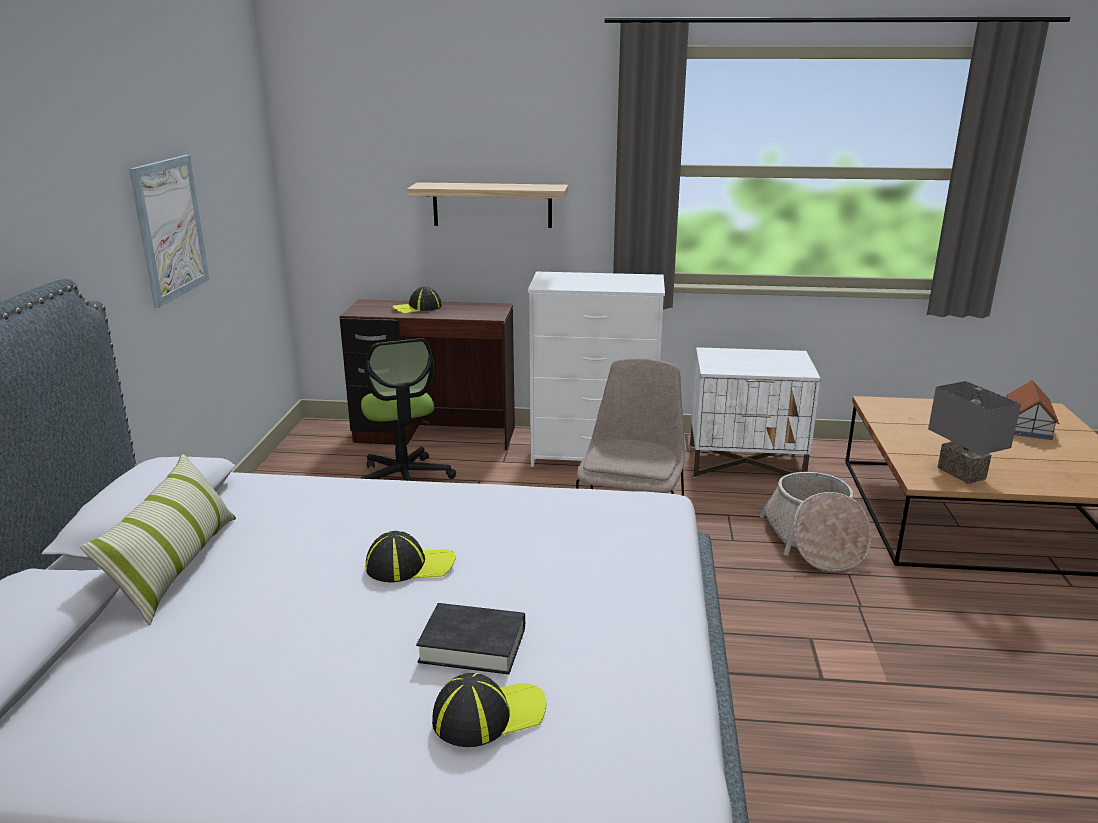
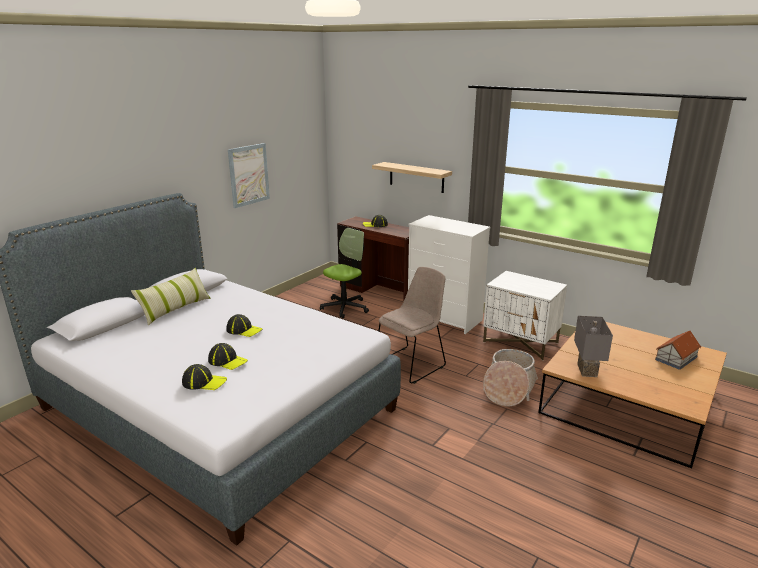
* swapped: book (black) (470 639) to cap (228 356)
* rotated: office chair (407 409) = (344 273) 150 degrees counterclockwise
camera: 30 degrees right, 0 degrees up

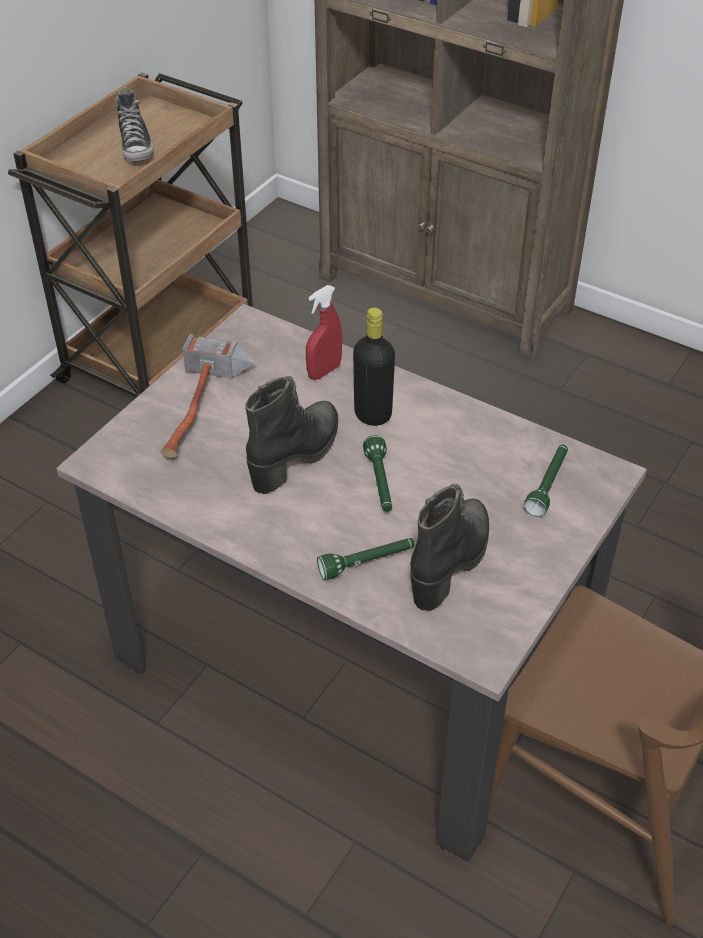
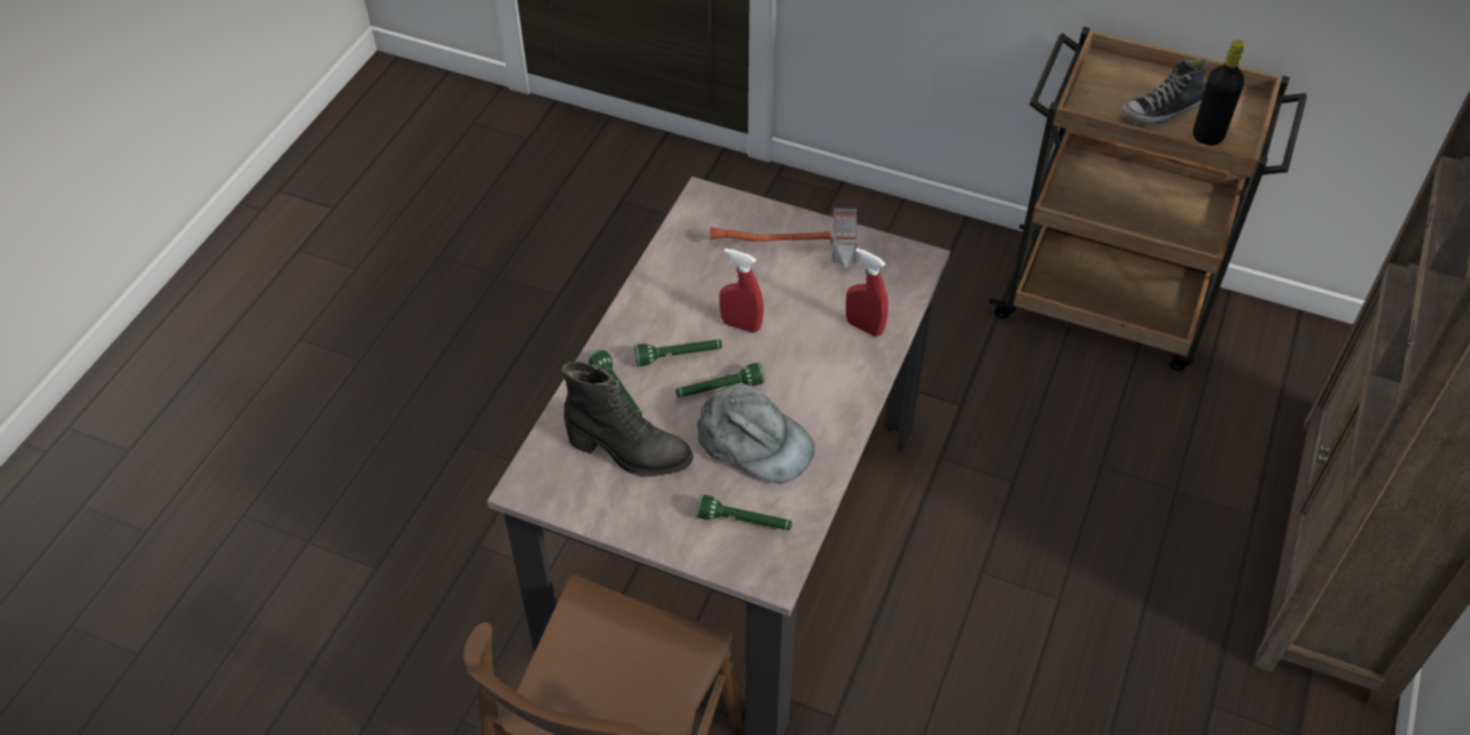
* new: flashlight (green) (678 352)
* new: cap (grey) (756 433)
* shifted: bottle (black) (374 366) to (1219 93)
* swapped: boot (black) (291 435) to spray bottle (red) (741 290)
camera: 80 degrees right, 5 degrees up

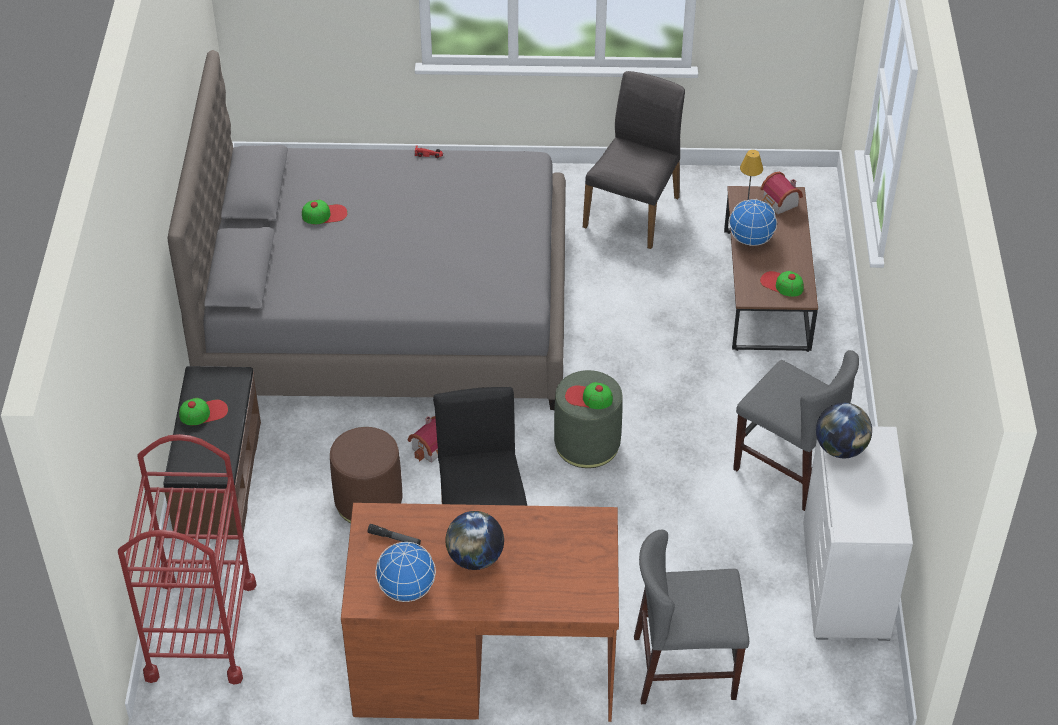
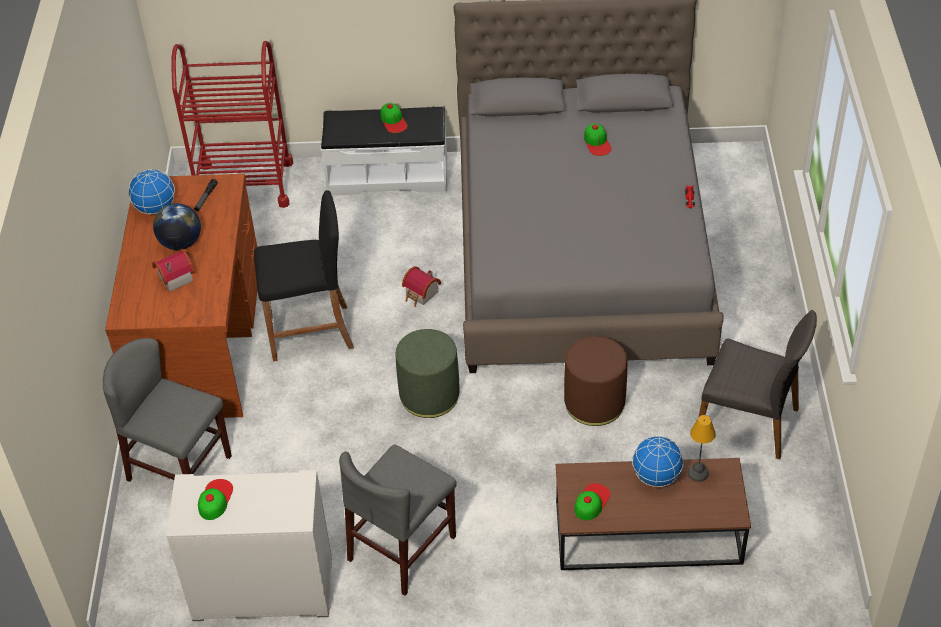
* gone: globe (844 430)
* shifted: ottoman (brown) (366 475) to (595 381)
* shifted: cap (589 395) to (215 499)
* shifted: toy house (782 193) to (173 270)
* repainted: bench (brown) (212 453) to bench (white) (384 151)
* rotated: chair (grey) (691 617) = (167 410) 60 degrees counterclockwise
camera: 90 degrees right, 0 degrees up

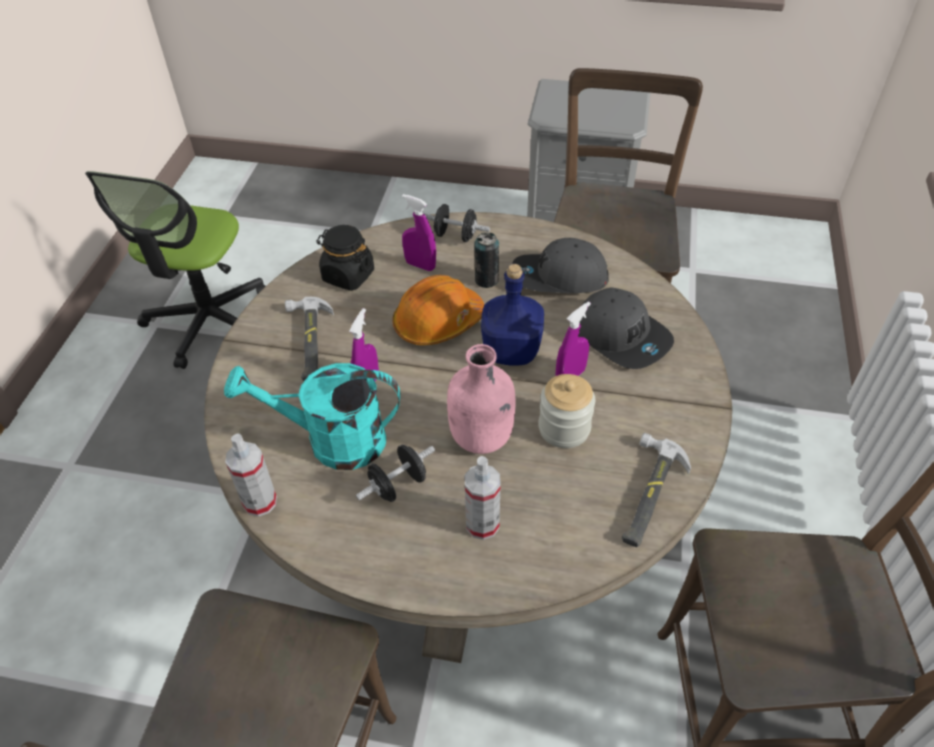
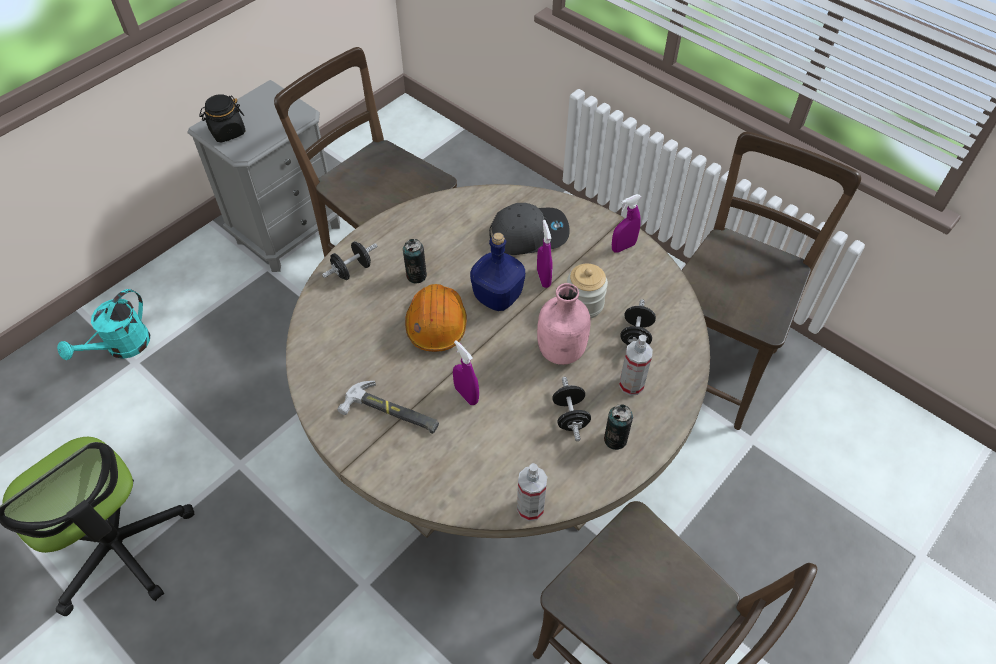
* gone: cap (grey) (560 265)
* gone: hammer (656 490)
* new: can (618 427)
* new: dumbbell (black) (638 322)
* shifted: watering can (turquoise) (312 416) to (103 324)
* shifted: jar (black) (345 258) to (222 118)
* shifted: spray bottle (purple) (419 232) to (626 223)
camera: 60 degrees left, 5 degrees up

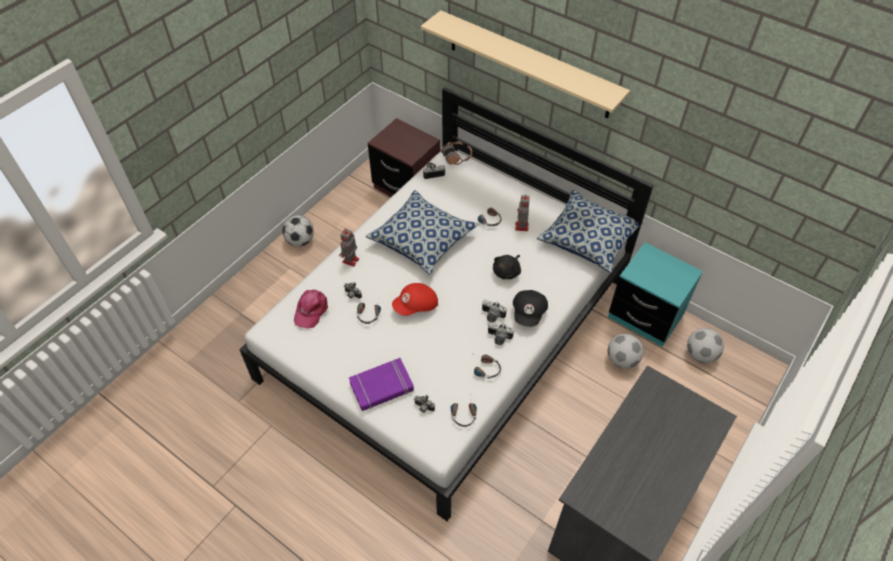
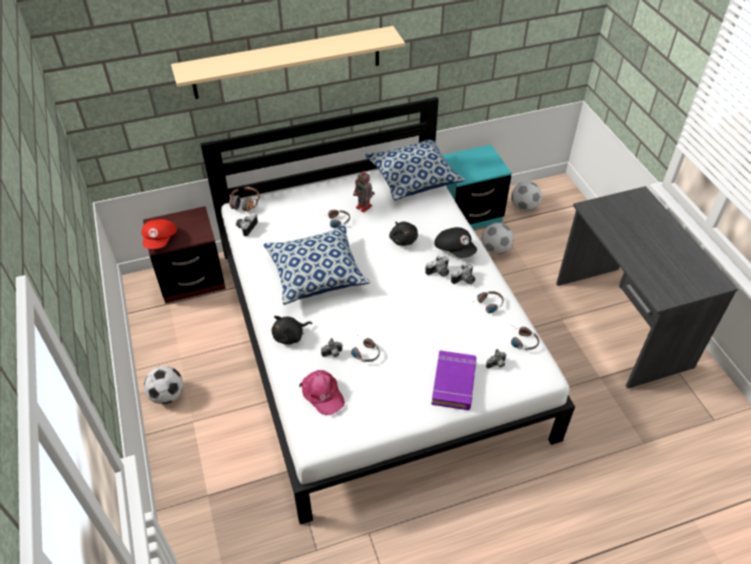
* shifted: cap (red) (415 299) to (159 234)
* swapped: toy robot (349 247) to plush toy (black) (292 330)
camera: 55 degrees left, 5 degrees down

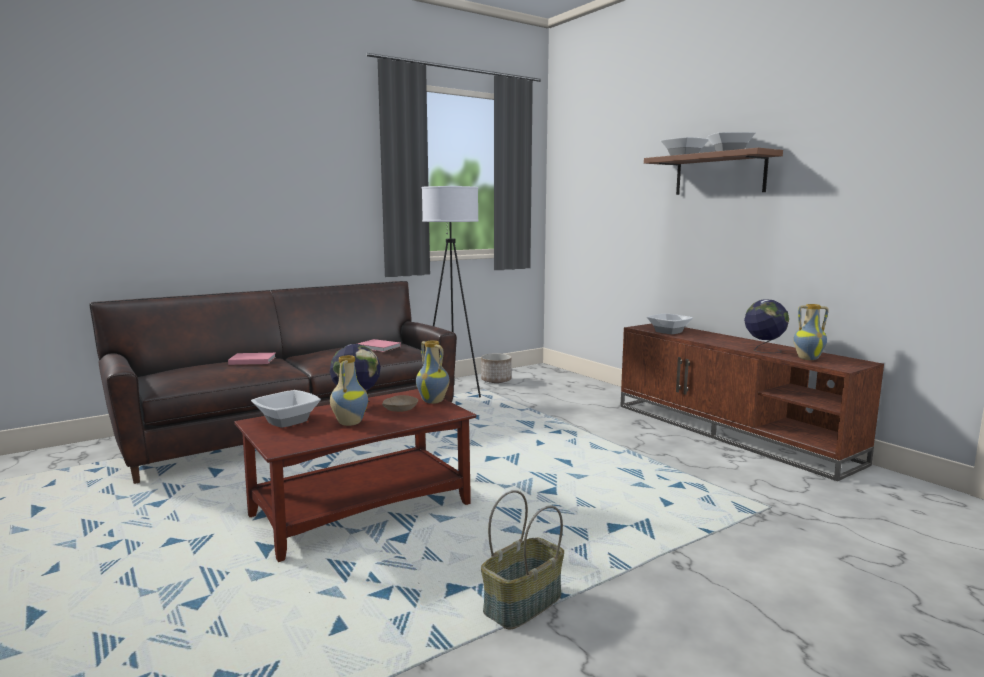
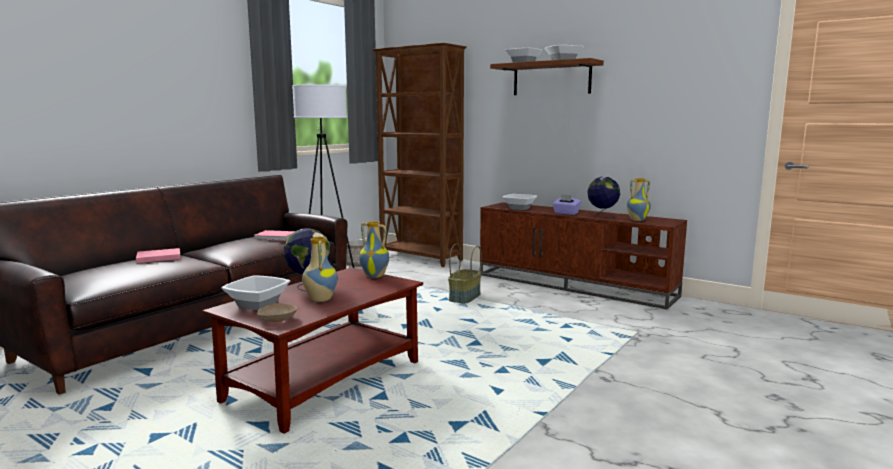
* new: bookcase (brown) (419 155)
* new: tissue box (purple) (567 204)
* shifted: bowl (beige) (400 403) to (277 312)
* shifted: basket (522 560) to (465 274)
camera: 20 degrees left, 0 degrees up

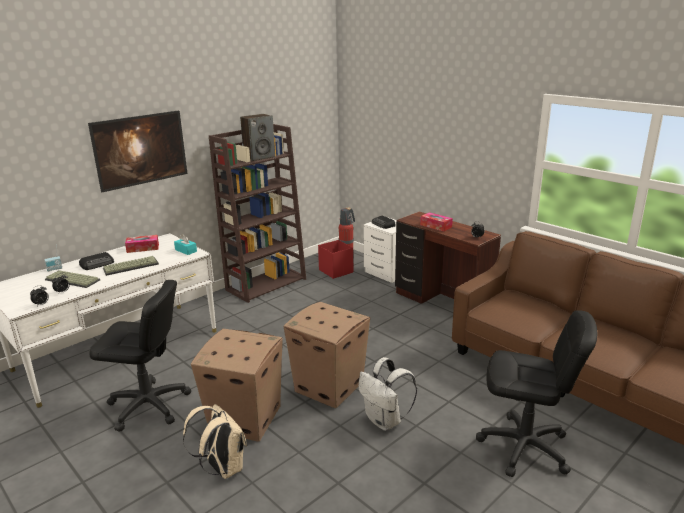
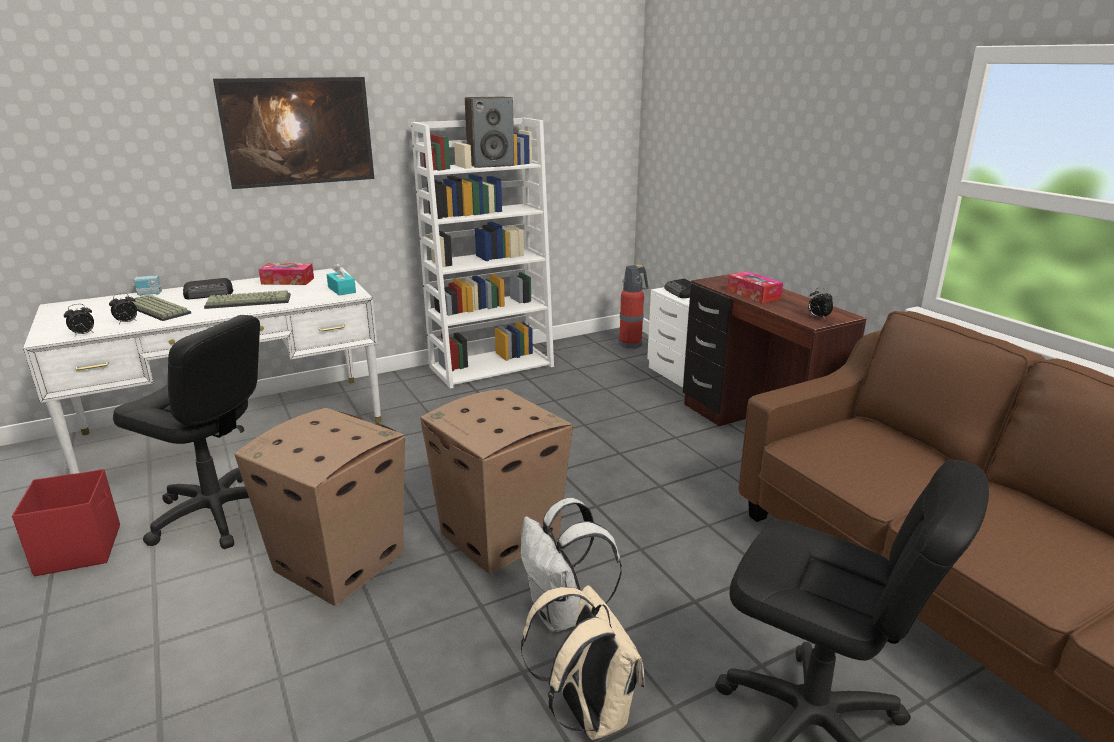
* shifted: backpack (beige) (215 441) to (582 662)
* shifted: storage box (red) (335 259) to (66 522)
* repainted: bookcase (brown) (257 213) to bookcase (white) (482 253)
camera: 15 degrees right, 0 degrees up

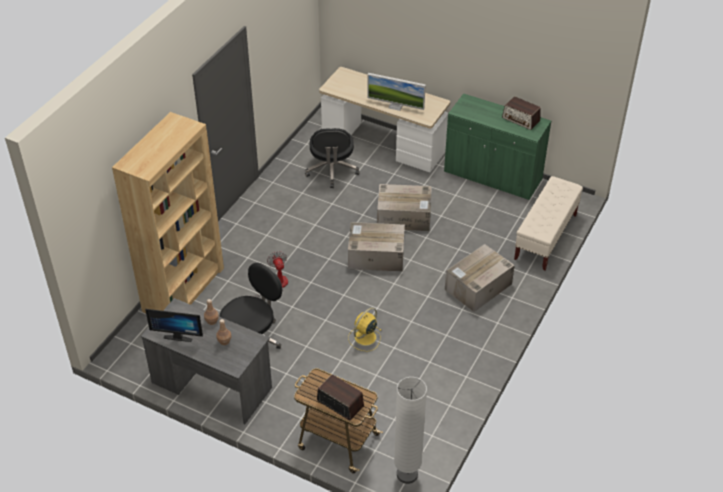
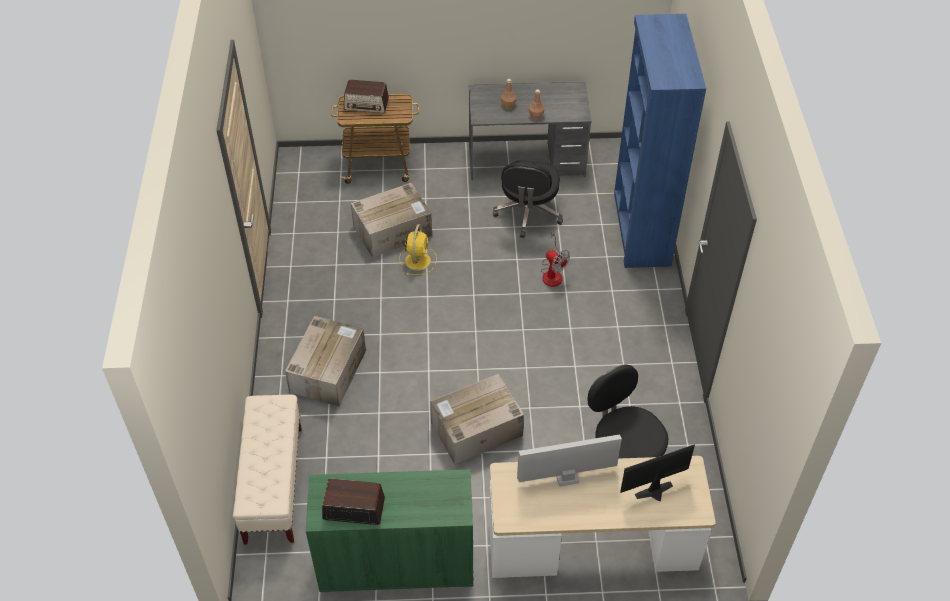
* gone: floor lamp (white) (410 430)
* shifted: monitor (174 325) to (657 473)
* shifted: cardboard box (376 247) to (391 220)
* repainted: bookcase (brown) (168 212) to bookcase (blue) (660 141)
camera: 150 degrees right, 5 degrees up

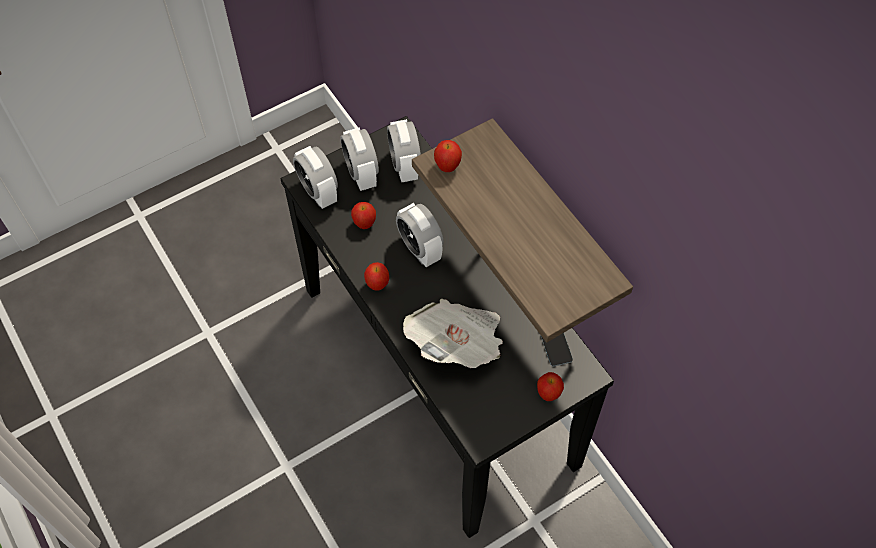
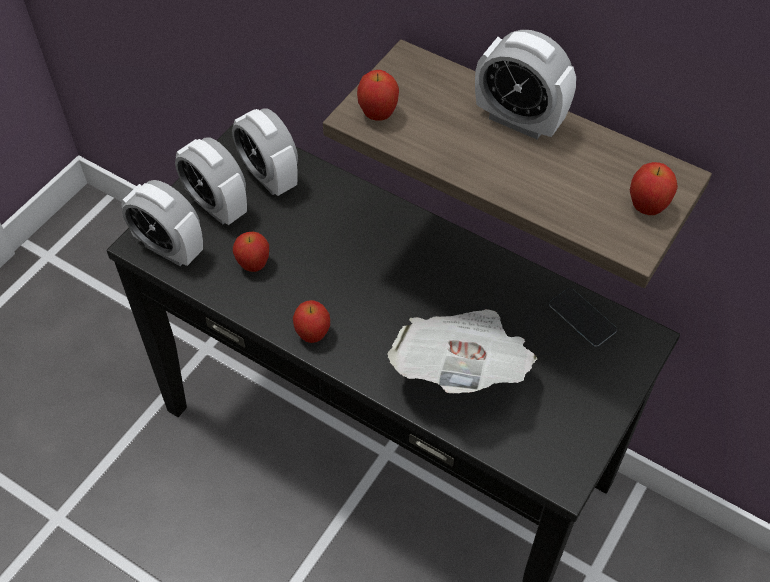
* shifted: alarm clock (420 235) to (525 84)
* shifted: apple (550 386) to (654 188)
camera: 25 degrees left, 5 degrees down

